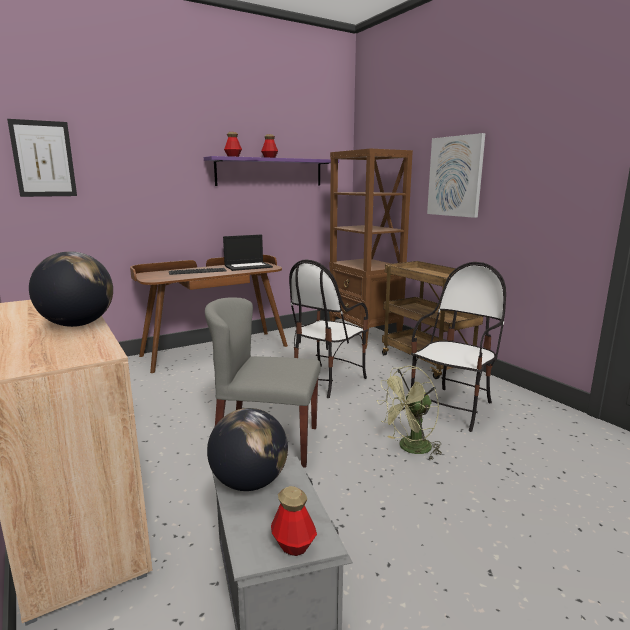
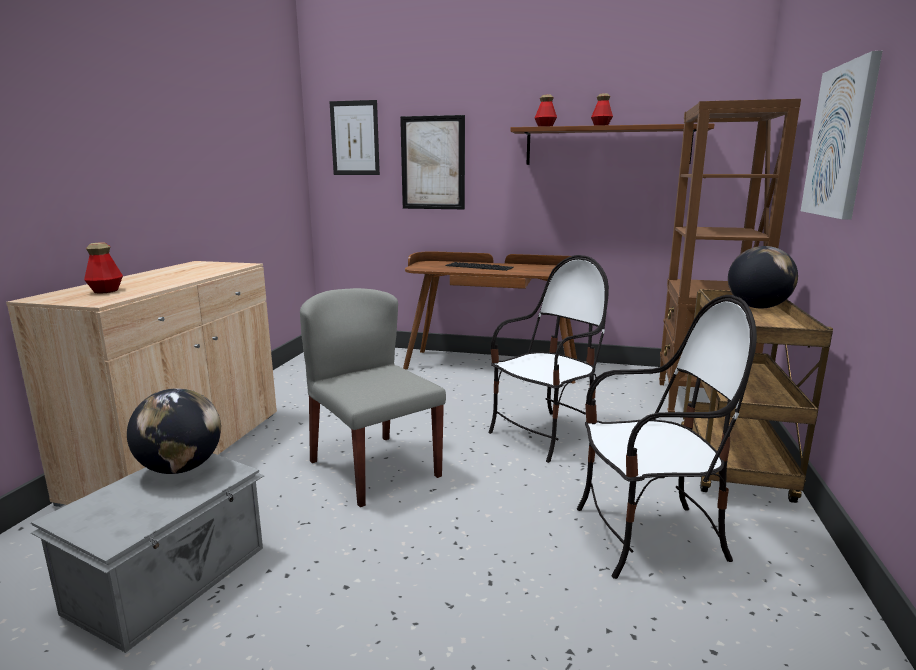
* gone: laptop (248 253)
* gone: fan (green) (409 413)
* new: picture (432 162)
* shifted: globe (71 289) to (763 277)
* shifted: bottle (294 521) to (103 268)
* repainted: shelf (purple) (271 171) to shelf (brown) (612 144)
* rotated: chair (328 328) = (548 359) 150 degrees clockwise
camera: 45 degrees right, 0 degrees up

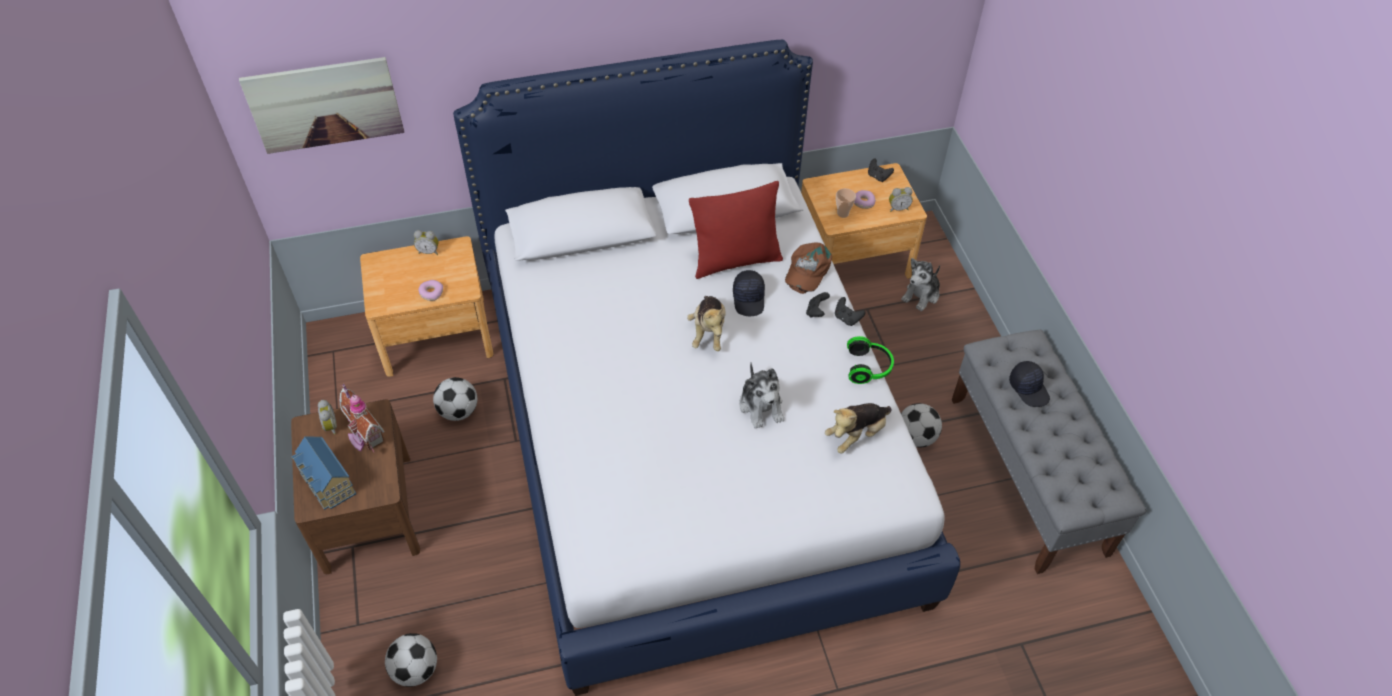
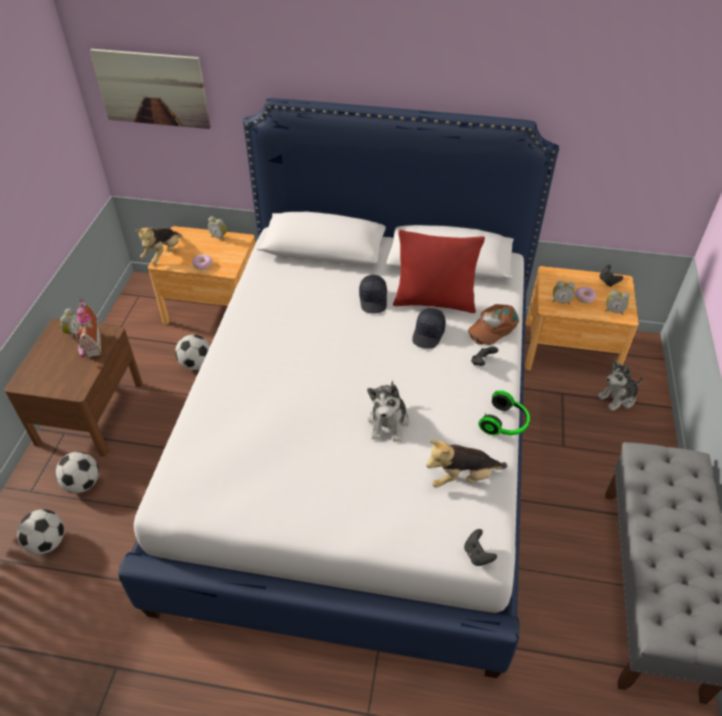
* gone: toy house (323 473)
* shifted: plush toy (706 323) to (158 245)
* shifted: game controller (black) (850 311) to (480 547)
* shifted: football (921 425) to (77 472)
* shifted: cap (black) (1029 384) to (373 294)
* swapped: cup (846 203) to alarm clock (563 293)
camera: 25 degrees right, 5 degrees down

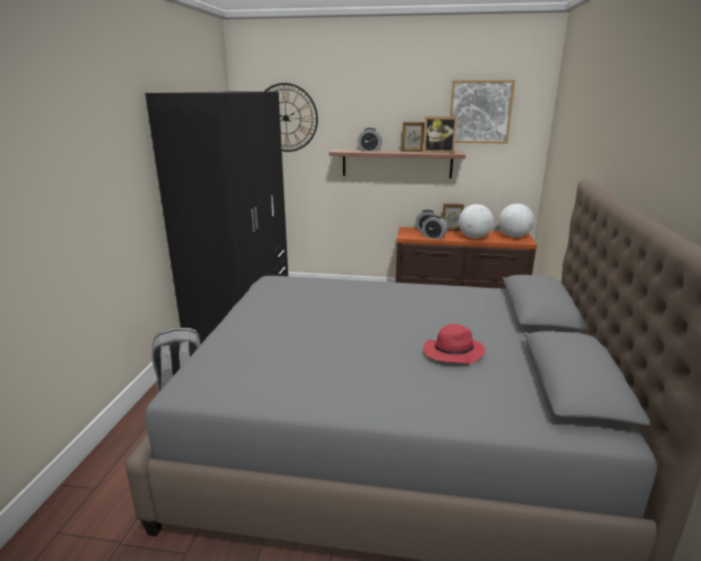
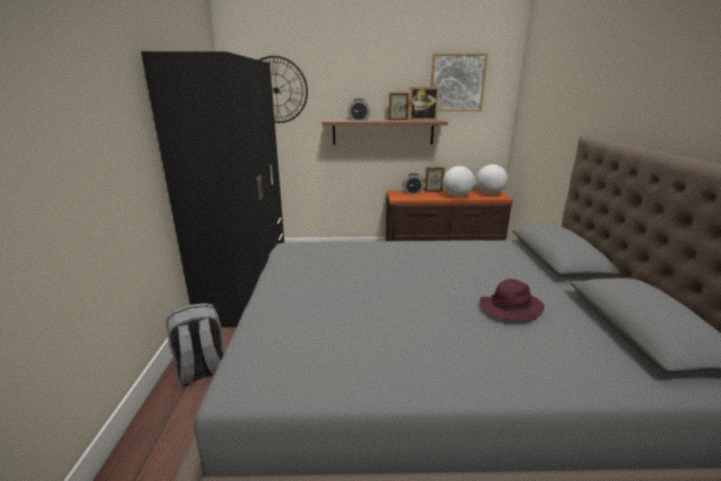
* gone: alarm clock (435 227)
* repainted: hat (red) (454 344) to hat (purple) (511 299)
camera: 10 degrees left, 0 degrees up

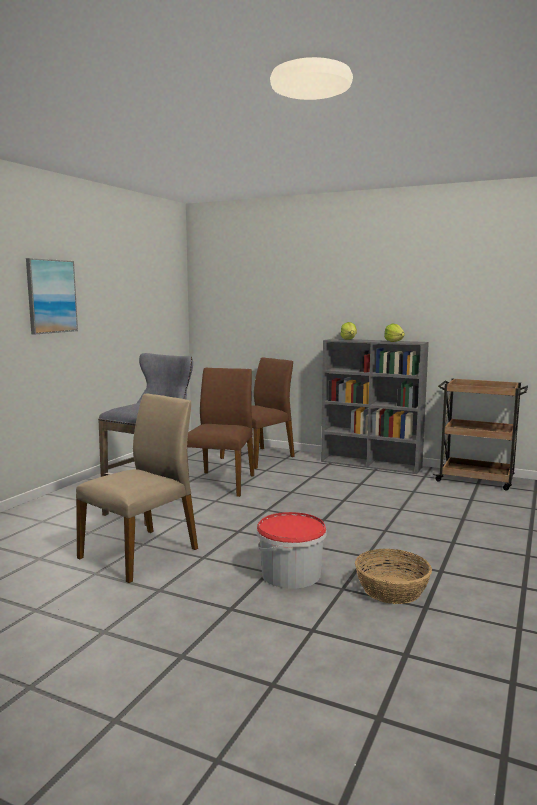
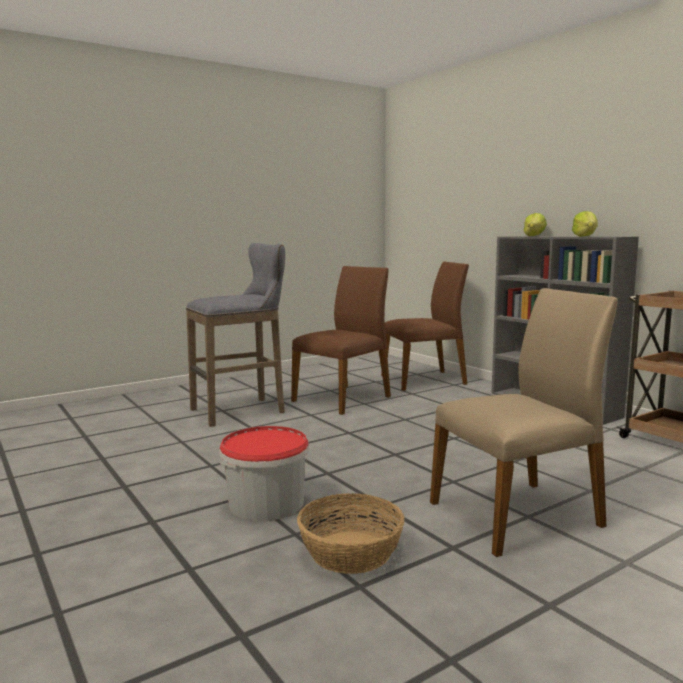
* gone: picture (52 296)
* shifted: chair (beige) (137 488) to (524 422)
camera: 30 degrees right, 0 degrees up

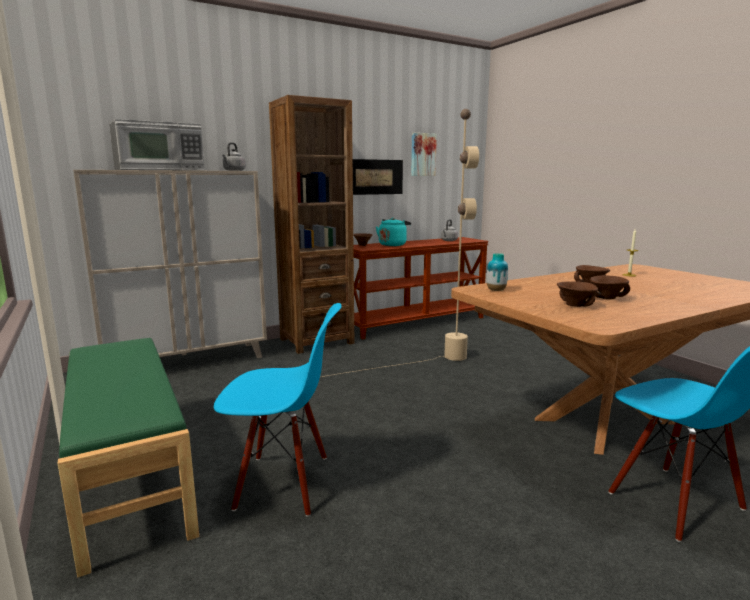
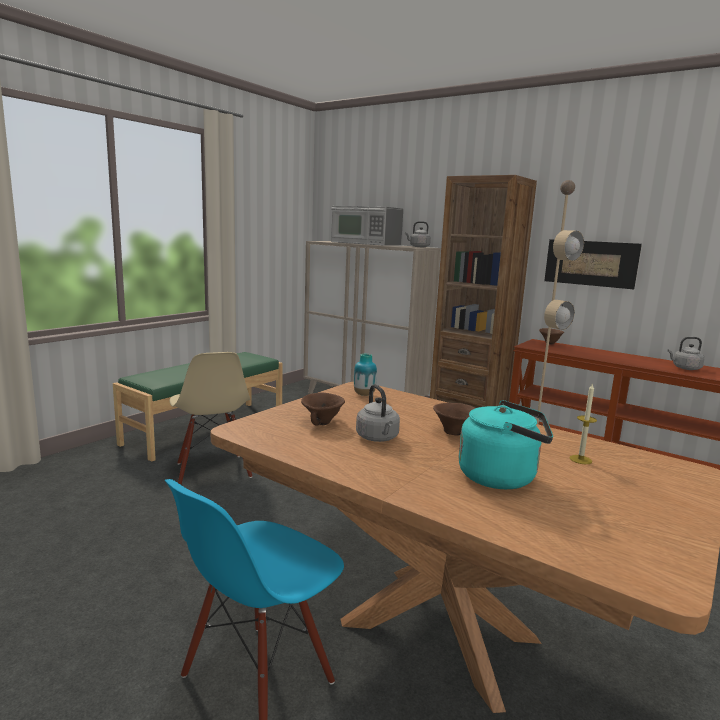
* gone: picture (424 154)
* shifted: kettle (turquoise) (393 232) to (506 444)
* swapped: bowl (brown) (610 287) to kettle (grey) (378 413)
* repainted: chair (blue) (278 410) to chair (beige) (211 418)
camera: 65 degrees right, 0 degrees up

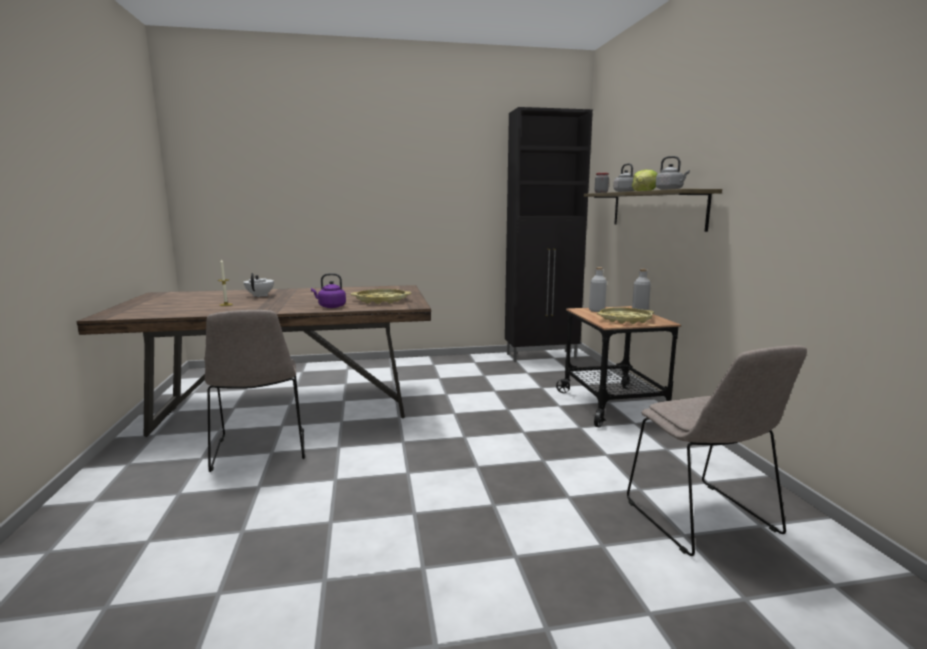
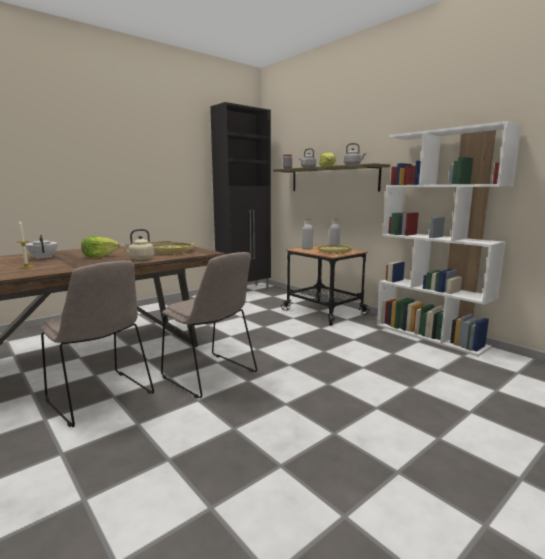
* new: lettuce (100 246)
* new: bookcase (white) (449 238)
* shifted: chair (beige) (717 450) to (209 325)
* repainted: kettle (purple) (328 290) to kettle (beige) (137 244)
camera: 30 degrees left, 0 degrees up

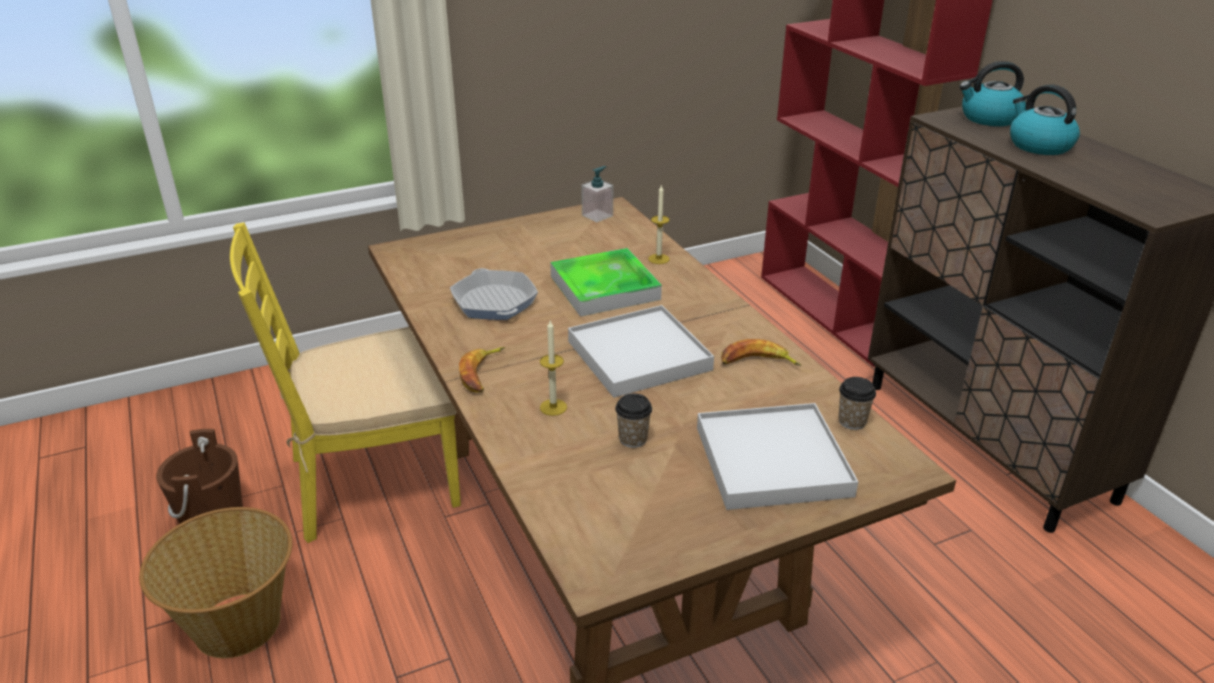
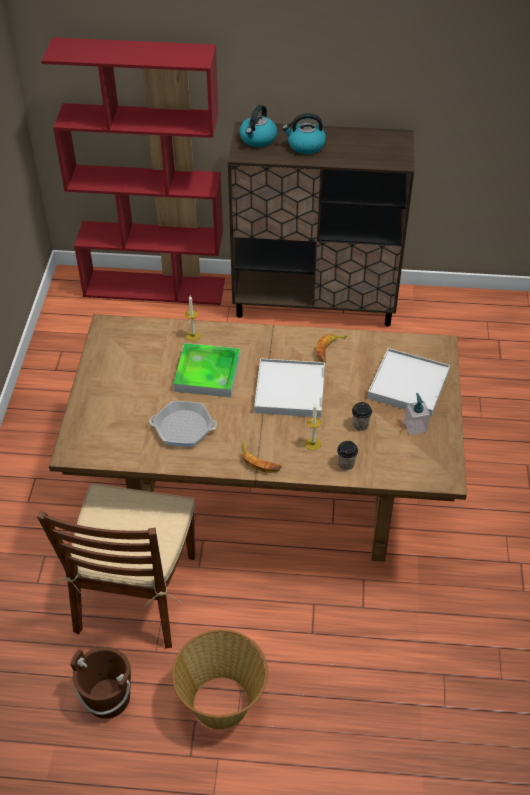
* shifted: soap dispenser (597 194) to (417 414)
* shifted: cup (857 403) to (347 455)
* repainted: chair (yellow) (345 382) to chair (brown) (116 565)
camera: 60 degrees left, 15 degrees up

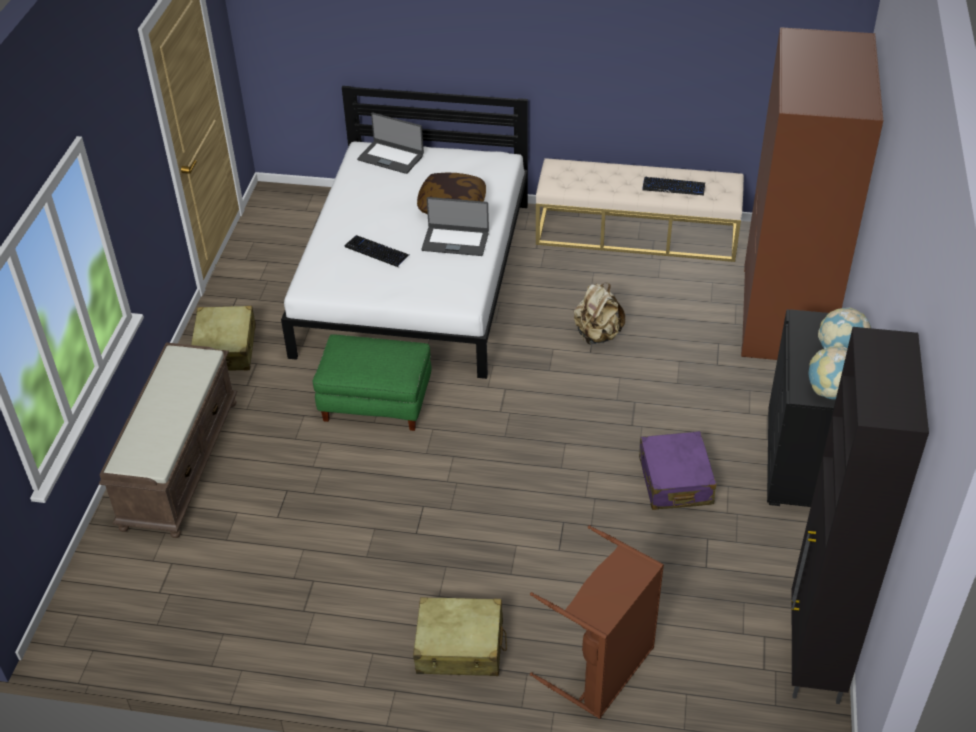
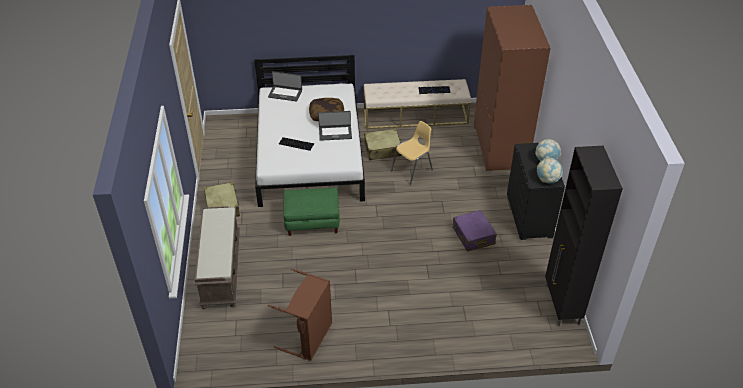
* shifted: suitcase (beige) (460 636) to (383 144)
* shifted: laundry basket (brown) (597 622) to (300 315)
* swapped: backpack (beige) (599 314) to chair (yellow) (412 153)
camera: 15 degrees left, 0 degrees up

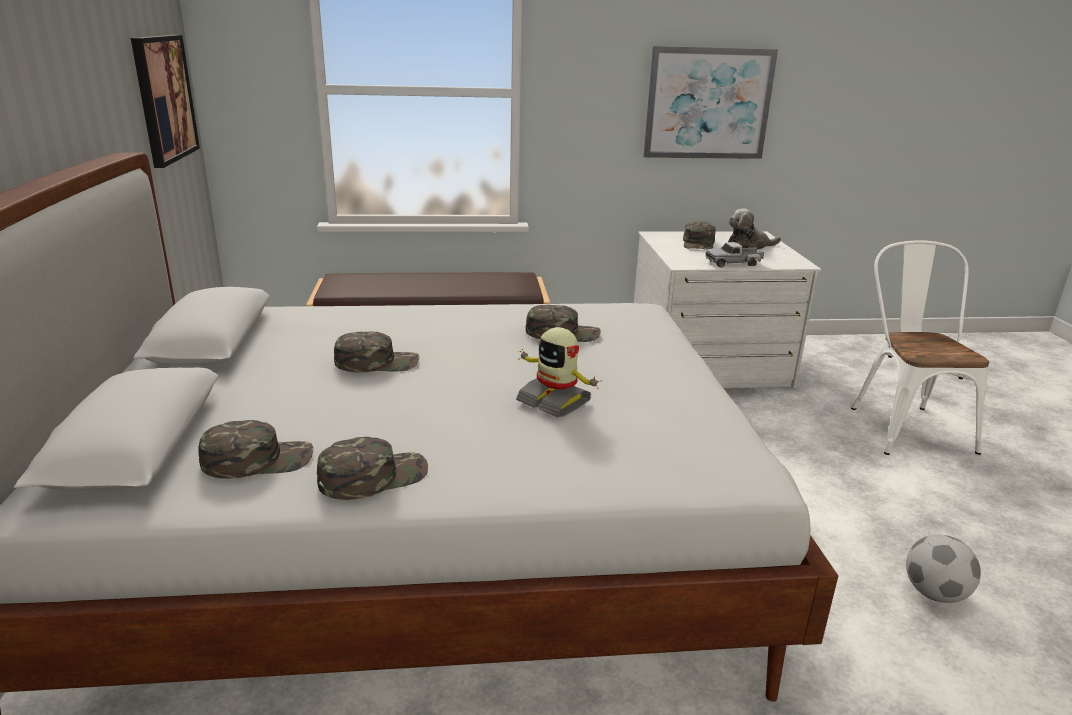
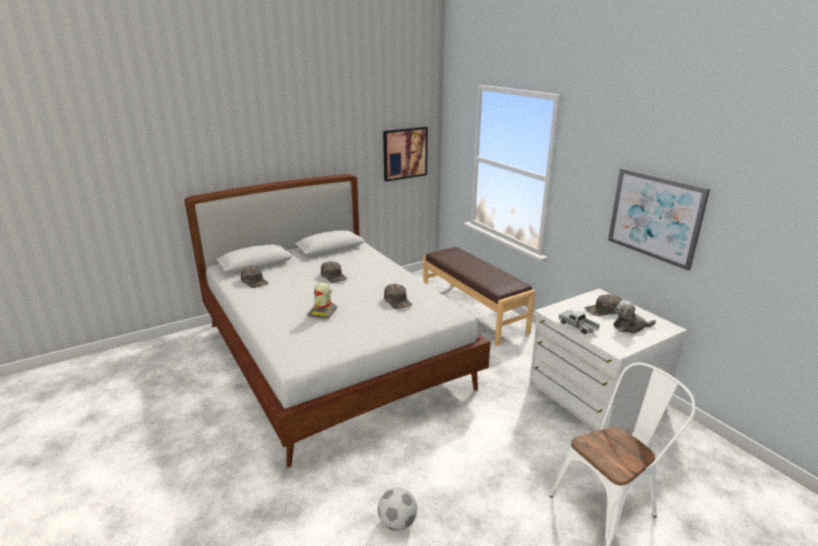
* gone: cap (green) (372 468)
* rotated: plush toy (754 228) = (634 317) 60 degrees counterclockwise
camera: 65 degrees right, 0 degrees up

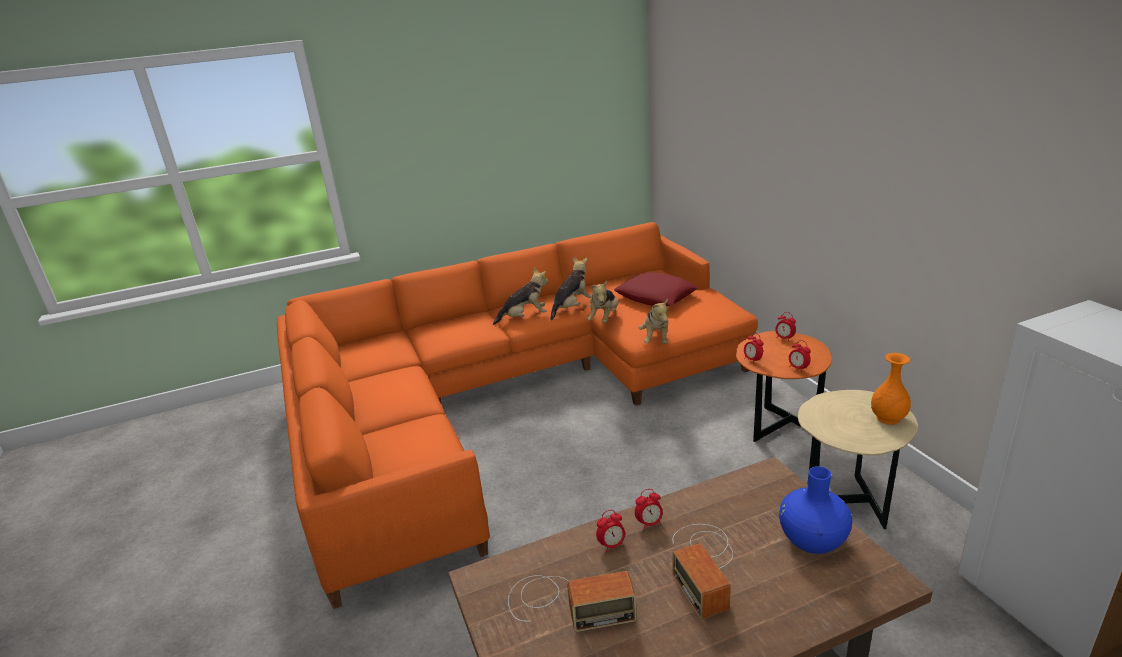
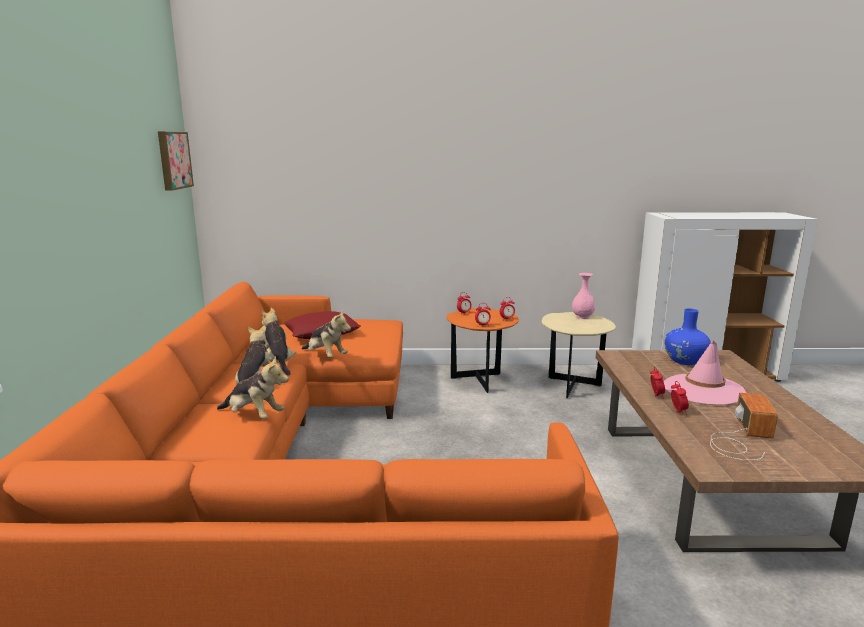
* new: picture (176 161)
* shifted: plush toy (653 321) to (253 387)
* swapped: radio (702 571) to hat (pink) (705 373)
* repainted: vase (orange) (891 389) to vase (pink) (583 296)
camera: 70 degrees left, 10 degrees down

